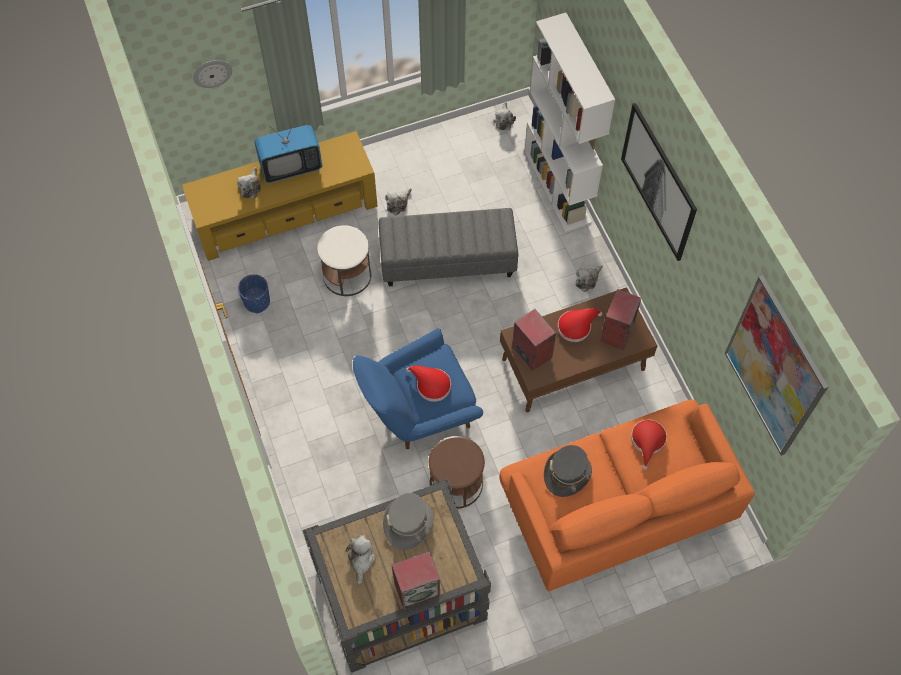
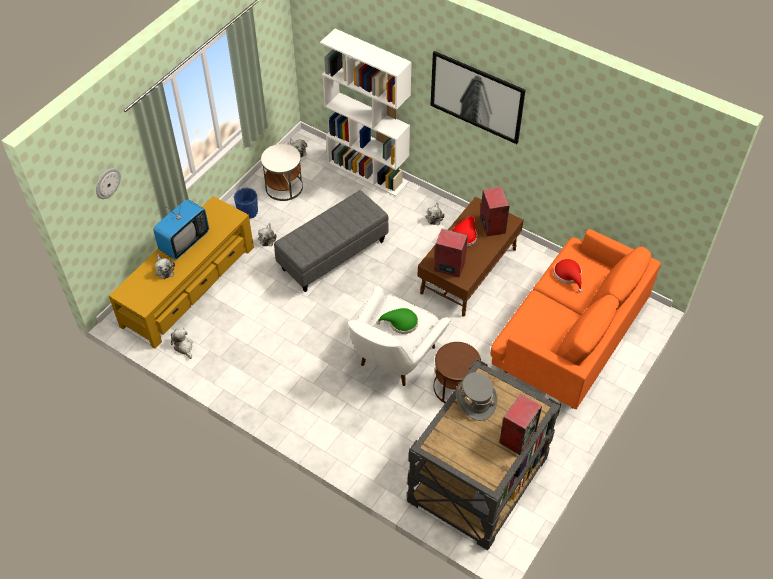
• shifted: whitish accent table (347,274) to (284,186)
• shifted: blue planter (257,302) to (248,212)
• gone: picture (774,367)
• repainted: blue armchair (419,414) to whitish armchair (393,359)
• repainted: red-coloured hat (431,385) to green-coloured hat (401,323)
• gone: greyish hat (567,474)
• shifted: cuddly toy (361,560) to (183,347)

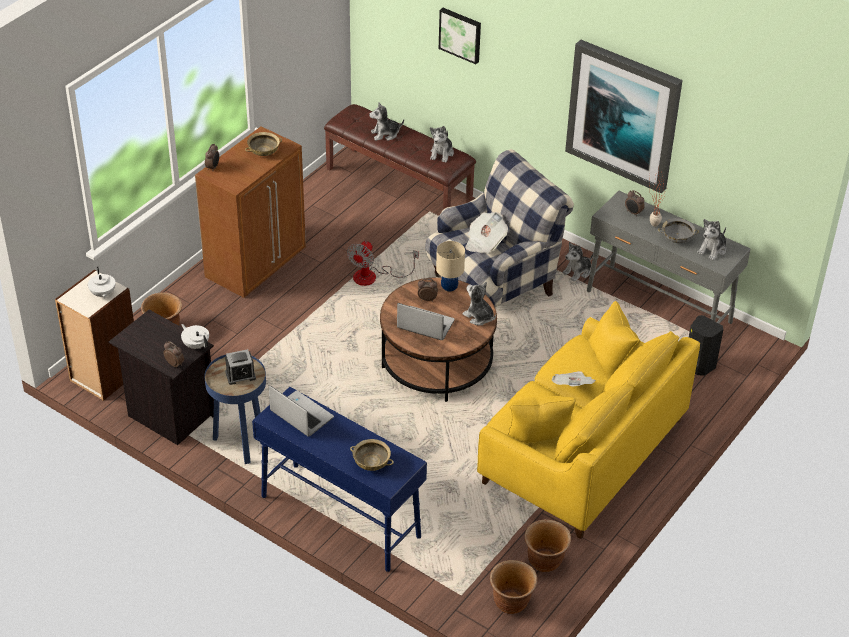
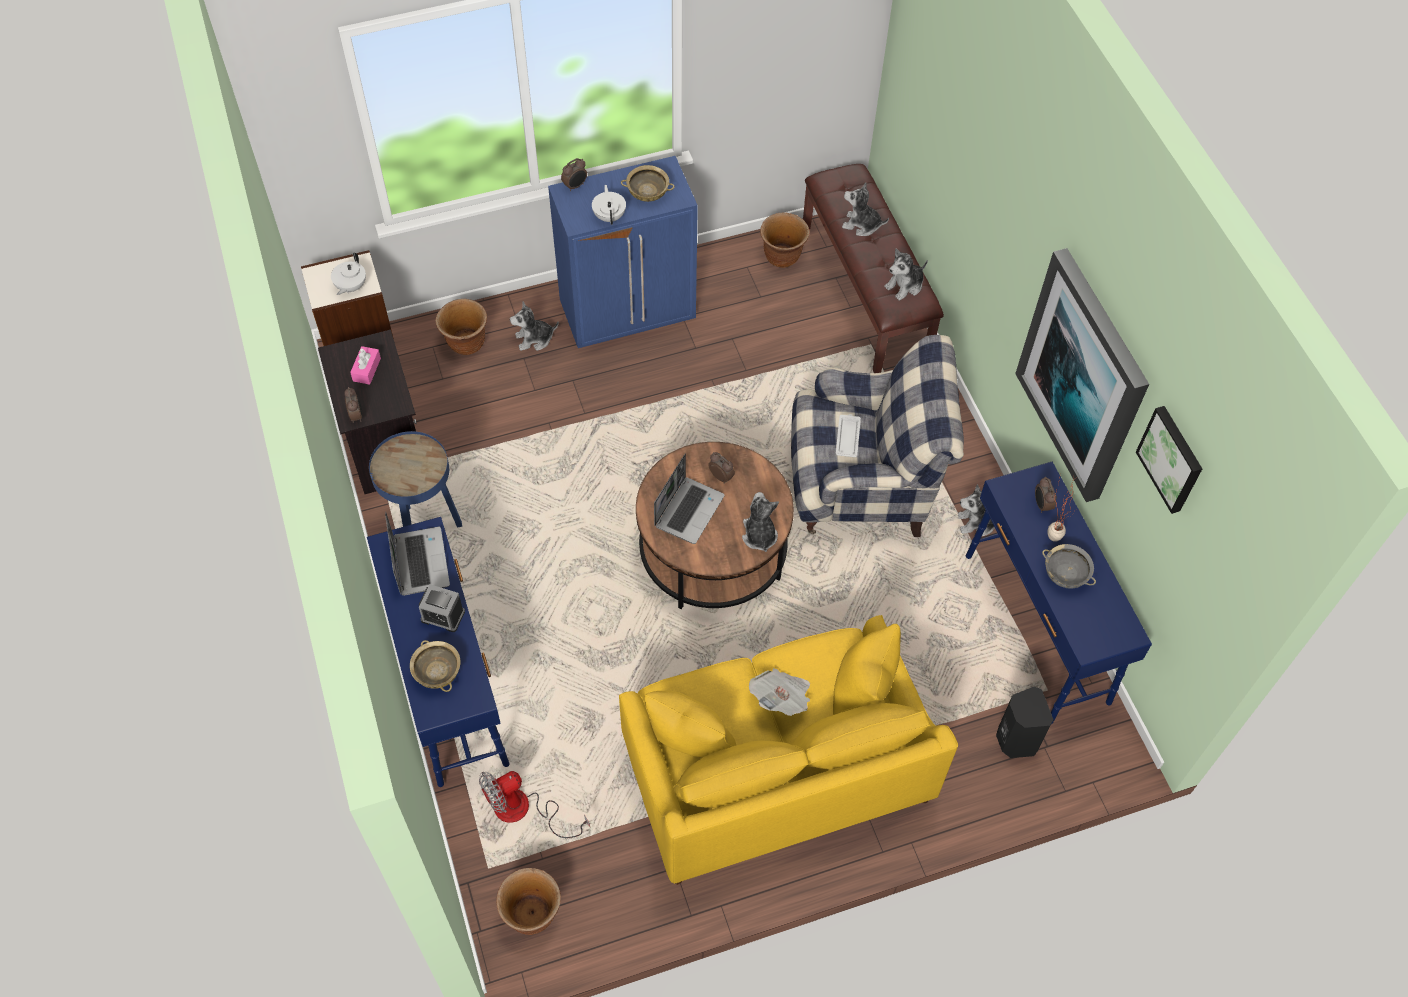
• shifted: picture (461,34) to (1172,458)
• repainted: brownish cupboard (256,261) to blue cupboard (628,308)
• repainted: greyish hall table (658,307) to blue hall table (1035,628)
• swapped: newspaper (484,242) to whitish tray (847,437)
• shifted: cuddly toy (712,249) to (534,339)
• shifted: fan (373,277) to (524,810)
• gone: sand-coloured lamp for a table (449,288)
• rotated: portable computer (424,325) = (688,510) 60 degrees clockwise
• shifted: whitish teapot (196,345) to (609,216)
• shifted: bedside clock (240,375) to (443,616)
• shifted: brownish planter (545,561) to (782,257)
• new: pinkish tissue box (367,369)

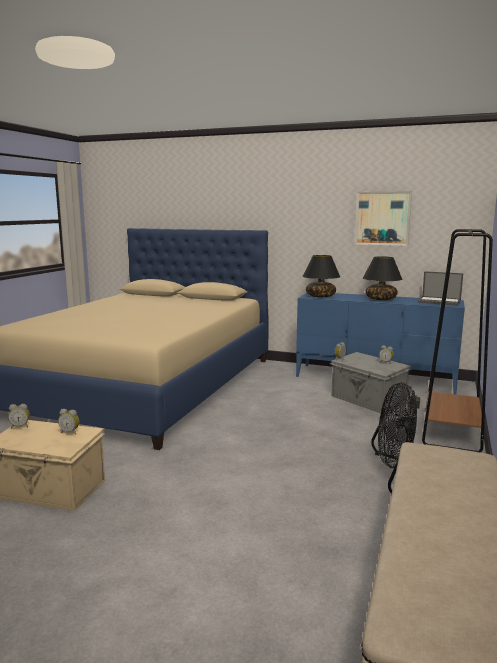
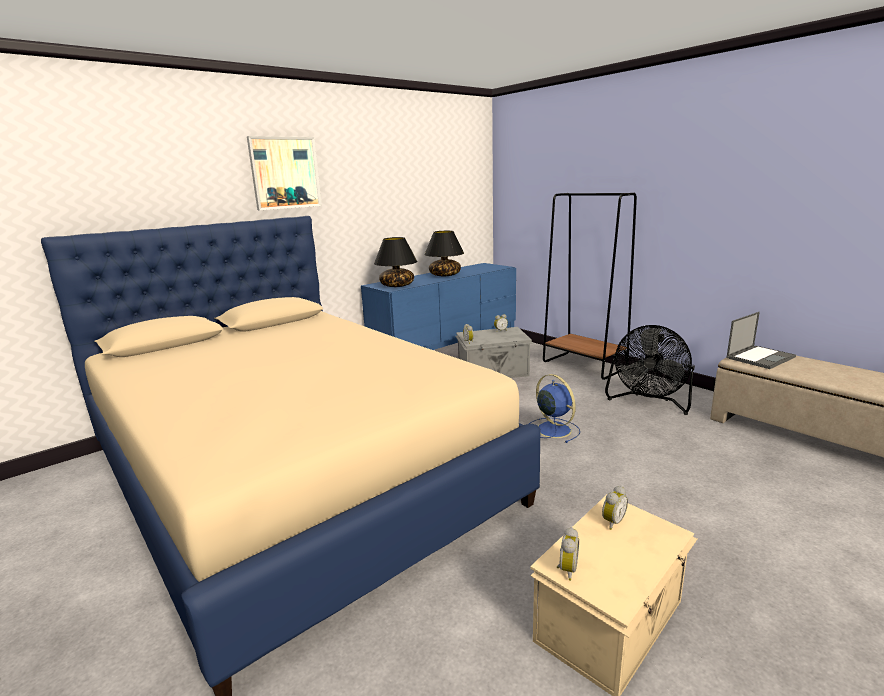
• shifted: picture (382,218) to (285,173)
• shifted: portable computer (440,301) to (760,357)
• new: blue fan (552,429)

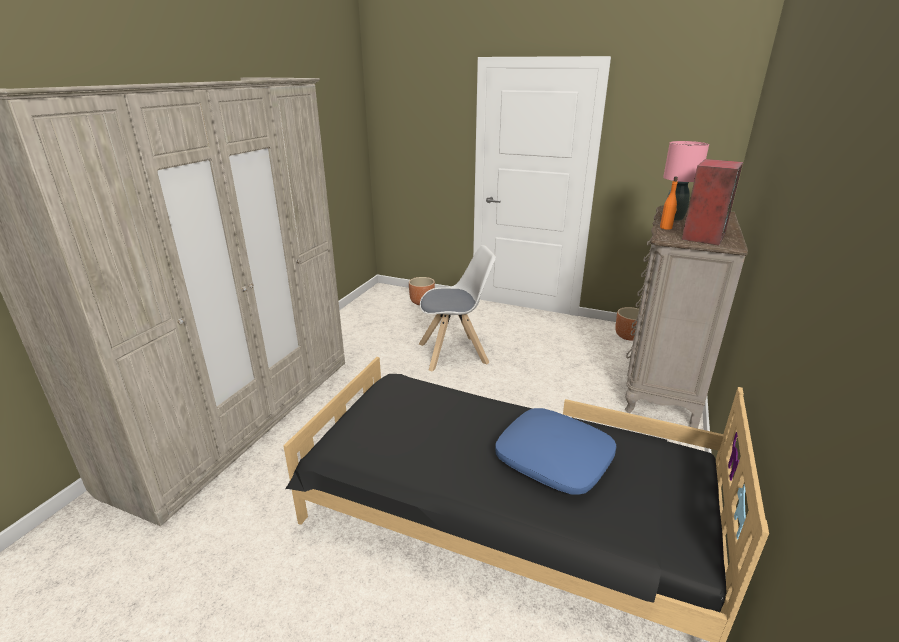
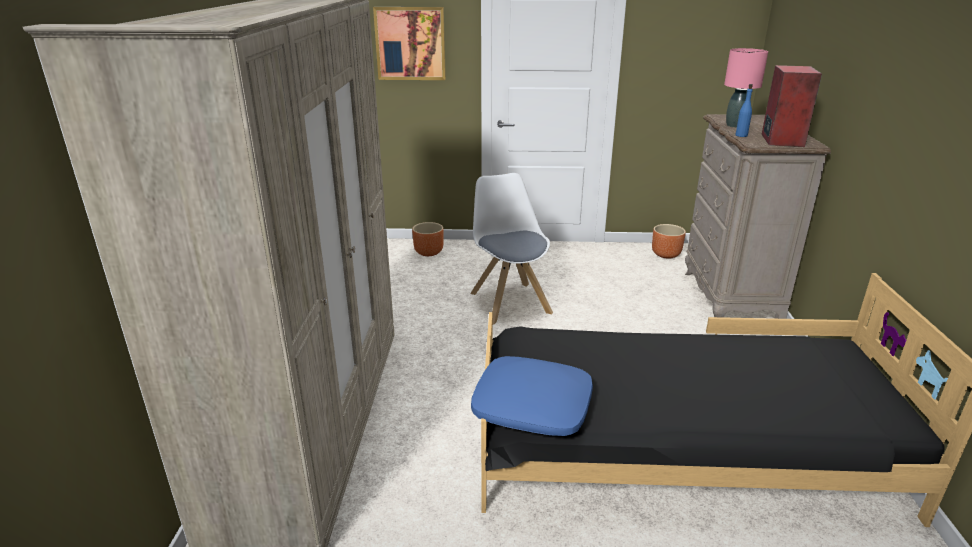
• repainted: orange-coloured drink bottle (666,228) to blue drink bottle (741,135)
• rotated: upright chair (455,353) = (509,301) 75 degrees counterclockwise
• shifted: blue throw pillow (554,459) to (532,406)
• new: picture (410,43)

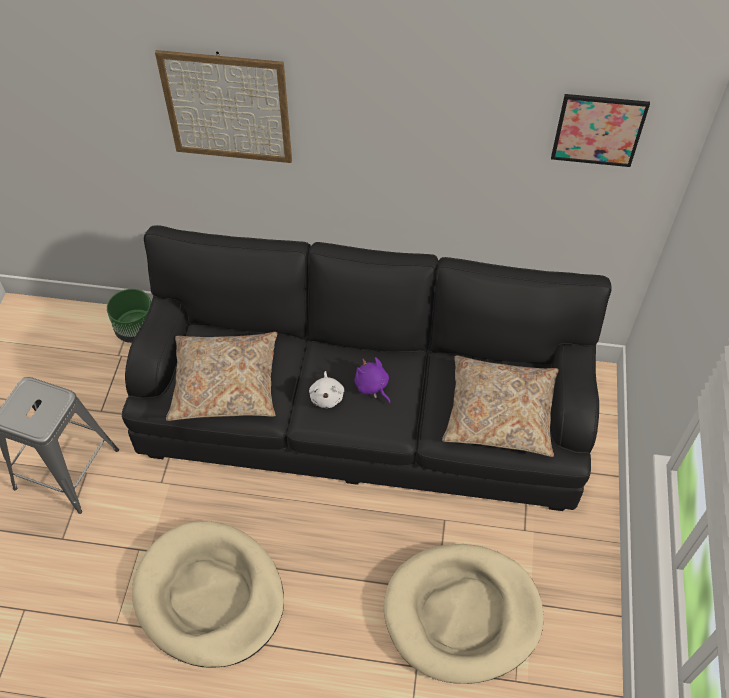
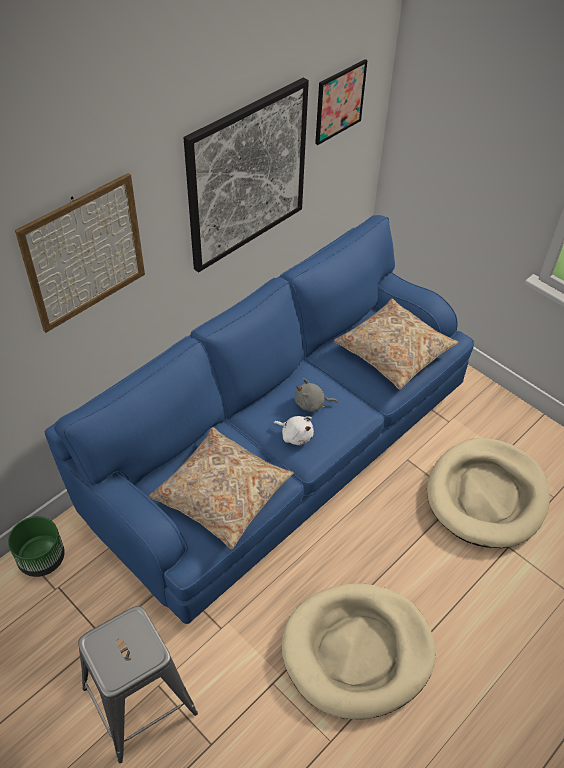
• repainted: black-coloured settee (364,413) to blue settee (279,450)
• repainted: purple cuddly toy (372,387) to greyish cuddly toy (311,404)
• new: picture (247,175)

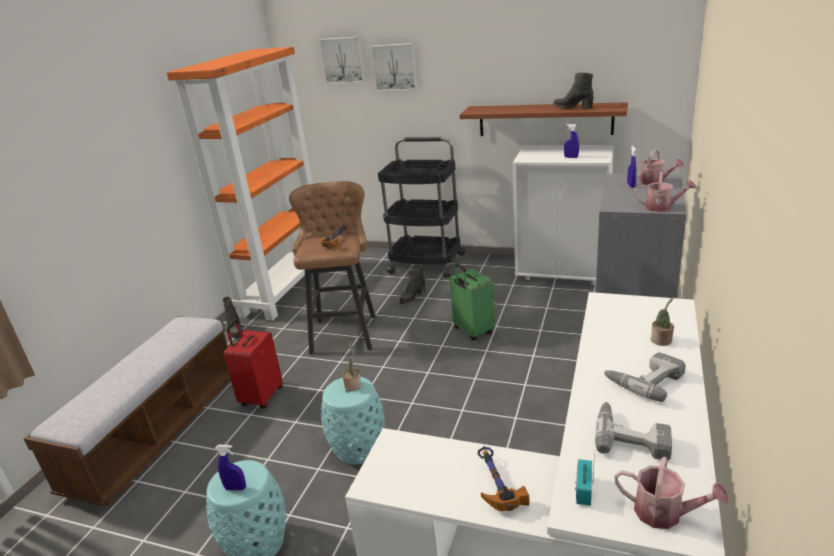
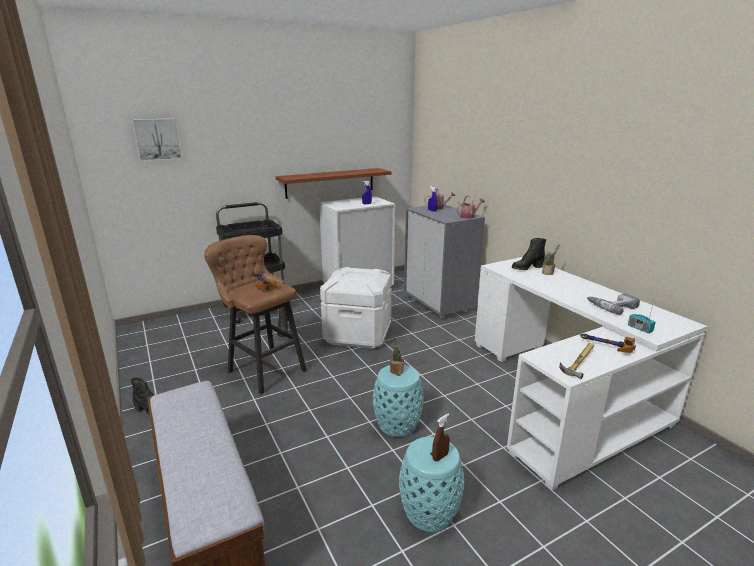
• gone: picture (395,67)
• gone: orange-coloured bookcase (285,289)
• shifted: black-coloured boot (573,107) to (526,268)
• swapped: green-coloured travel case (472,331) to whitish storage box (357,335)
• gone: red-coloured travel case (261,397)
• gone: power drill (644,380)
• repainted: blue hand sprayer (235,488) to brownish hand sprayer (440,457)
• gone: watering pot (665,513)
• new: tool hammer (576,361)

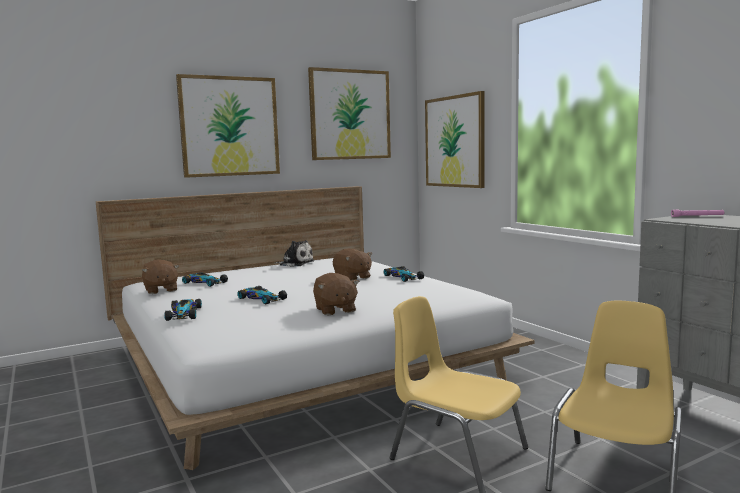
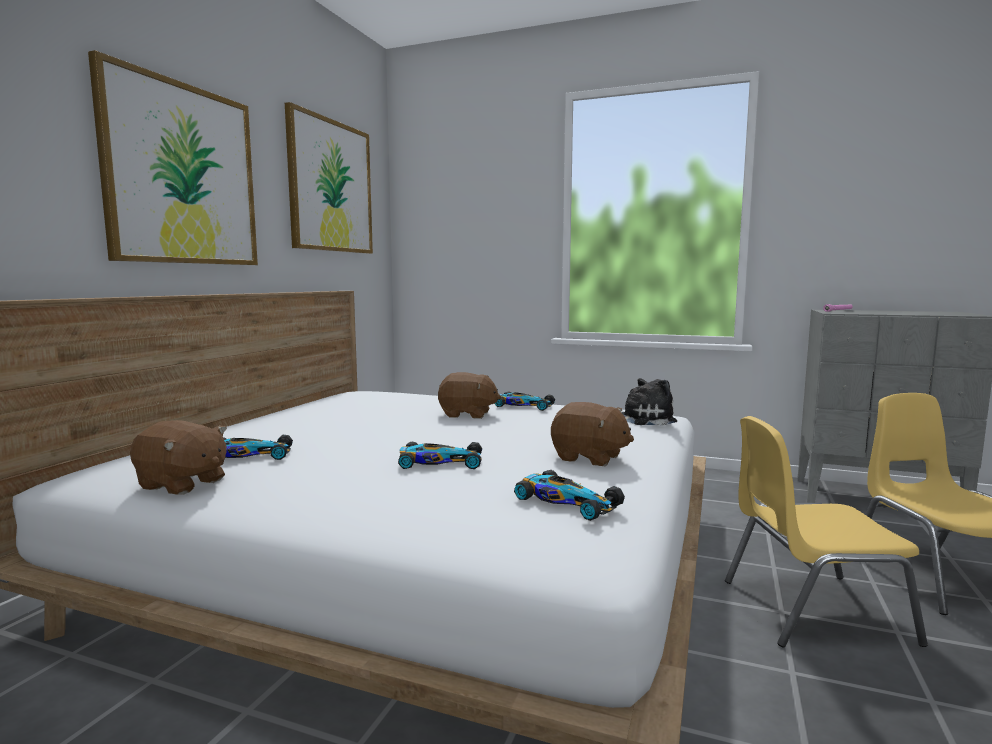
• gone: picture (454,141)
• shifted: cuddly toy (295,263) to (642,419)
• shifted: miniature car (184,313) to (566,501)

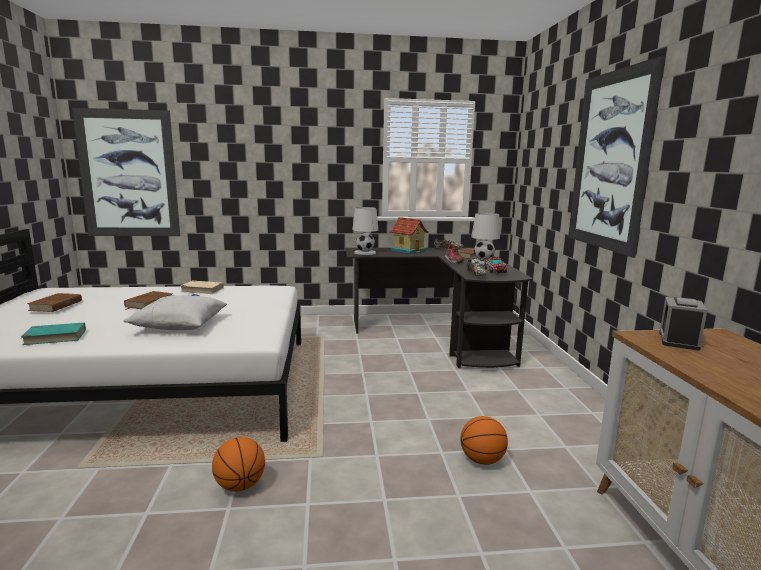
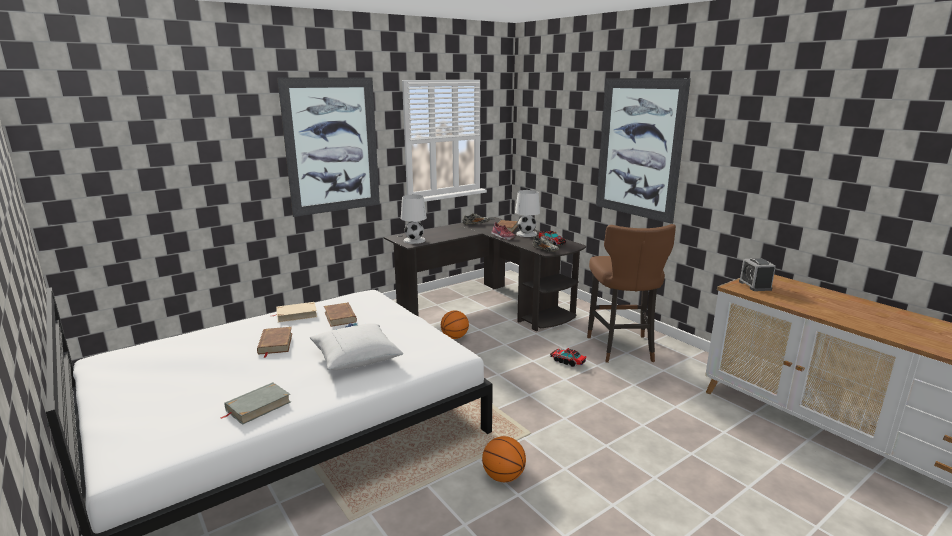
• shifted: picture (128,174) to (332,146)
• gone: toy house (408,250)
• shifted: brownish book (56,305) to (340,317)
• repainted: blue-green book (55,337) to greyish book (258,406)
• shifted: basketball (482,460) to (454,337)
• new: brownish stool seat (621,348)
• new: model truck (567,362)

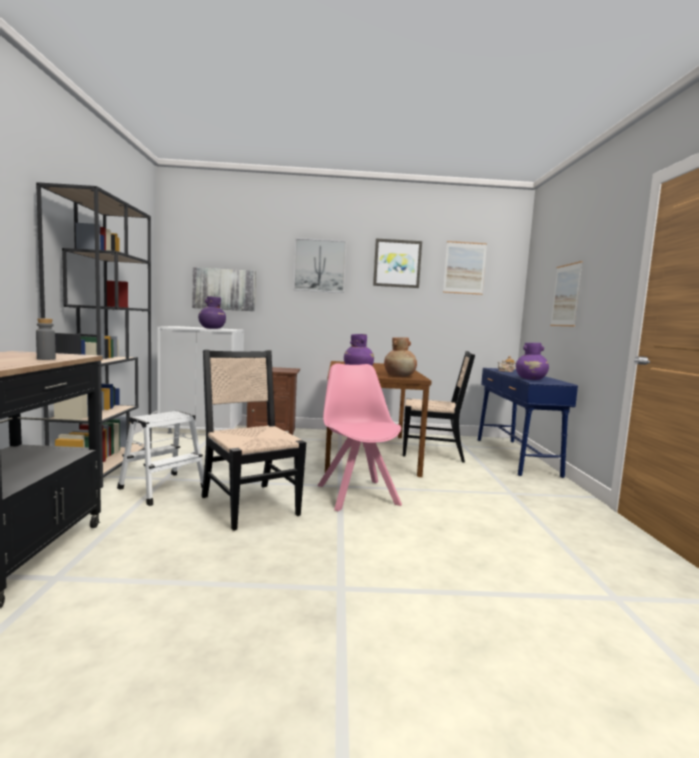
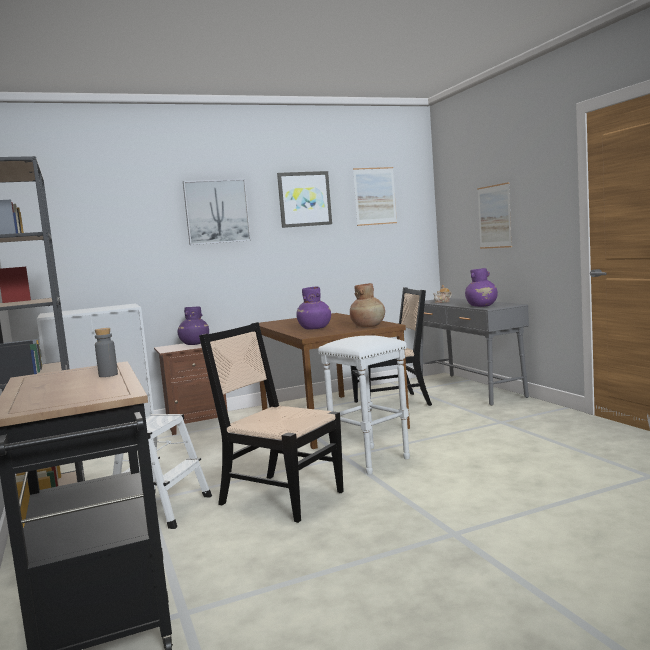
• gone: picture (224,289)
• shifted: purple decorative vase (211,328) to (194,344)
• swapped: pinkish upright chair (357,494) to whitish stool seat (370,459)
• repainted: blue hall table (514,457) to greyish hall table (469,389)

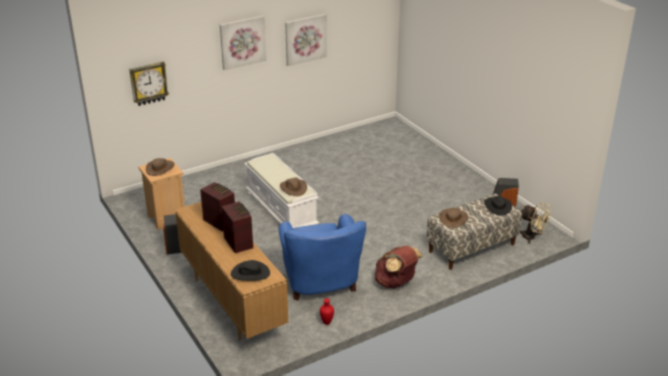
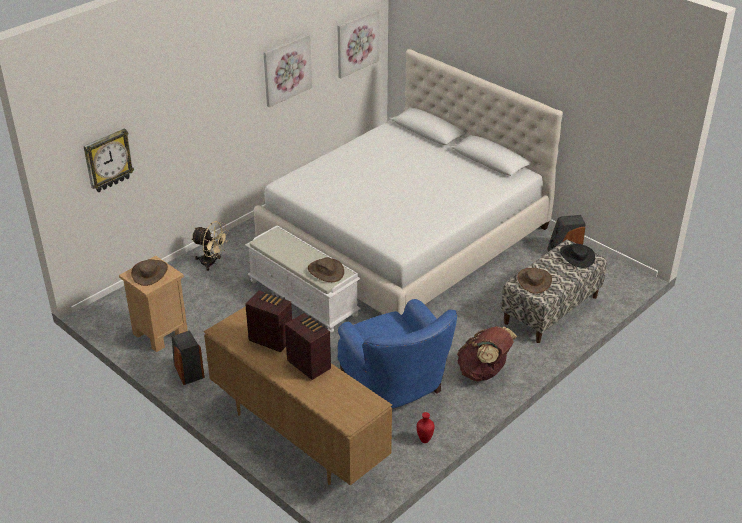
• shifted: picture (242,42) to (357,42)
• shifted: sand-coloured fan (532,237) to (212,263)
• gone: black-coloured hat (250,273)
• new: whitish bedroom bed (404,235)

